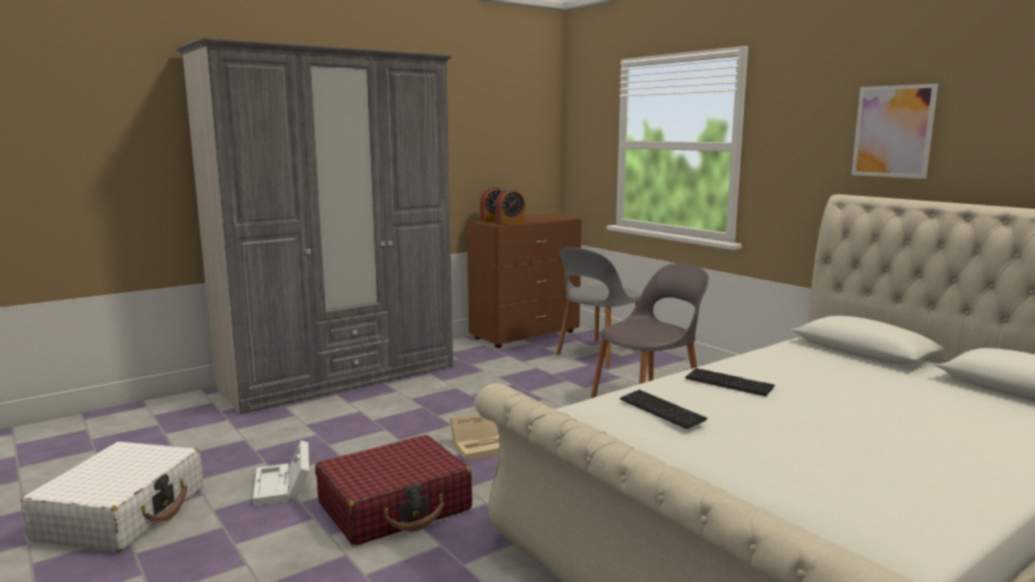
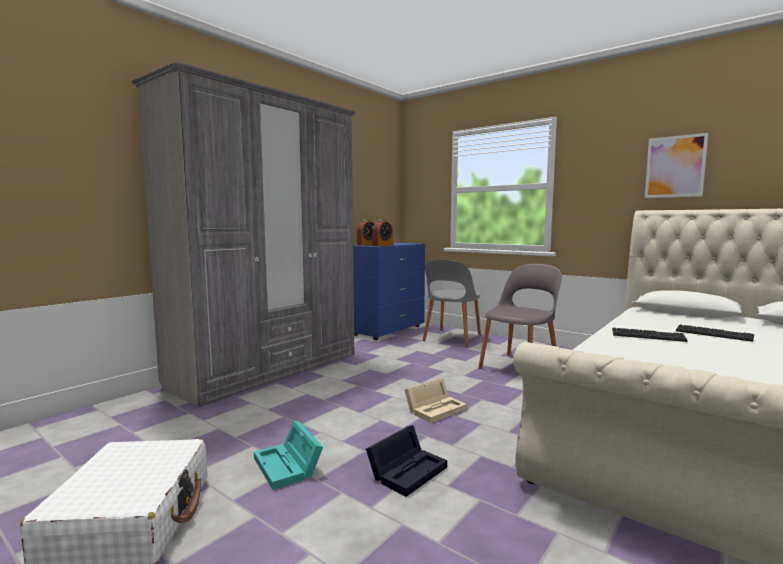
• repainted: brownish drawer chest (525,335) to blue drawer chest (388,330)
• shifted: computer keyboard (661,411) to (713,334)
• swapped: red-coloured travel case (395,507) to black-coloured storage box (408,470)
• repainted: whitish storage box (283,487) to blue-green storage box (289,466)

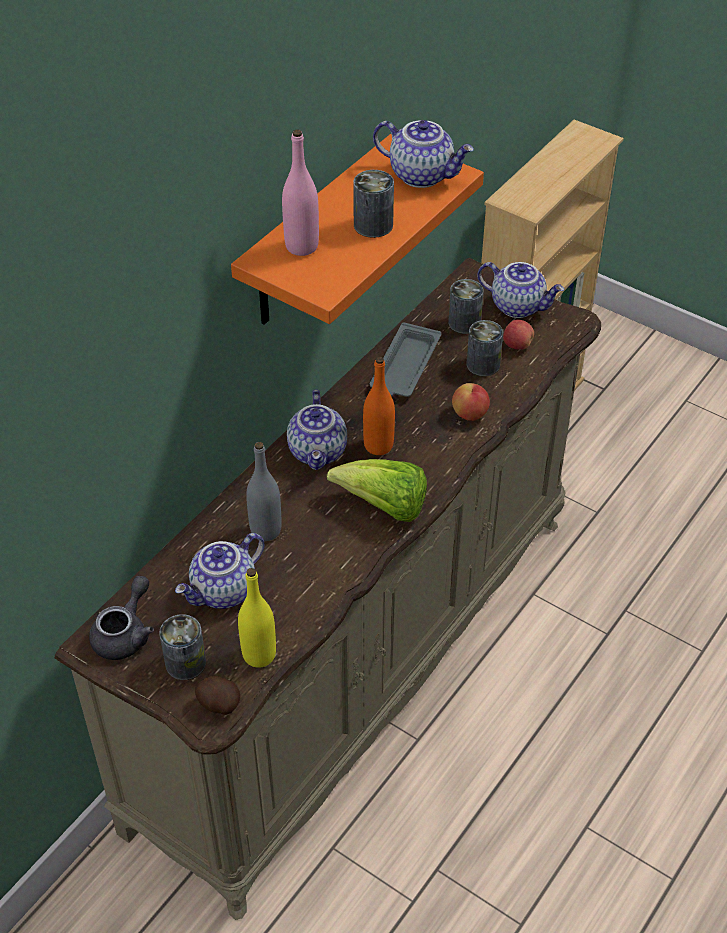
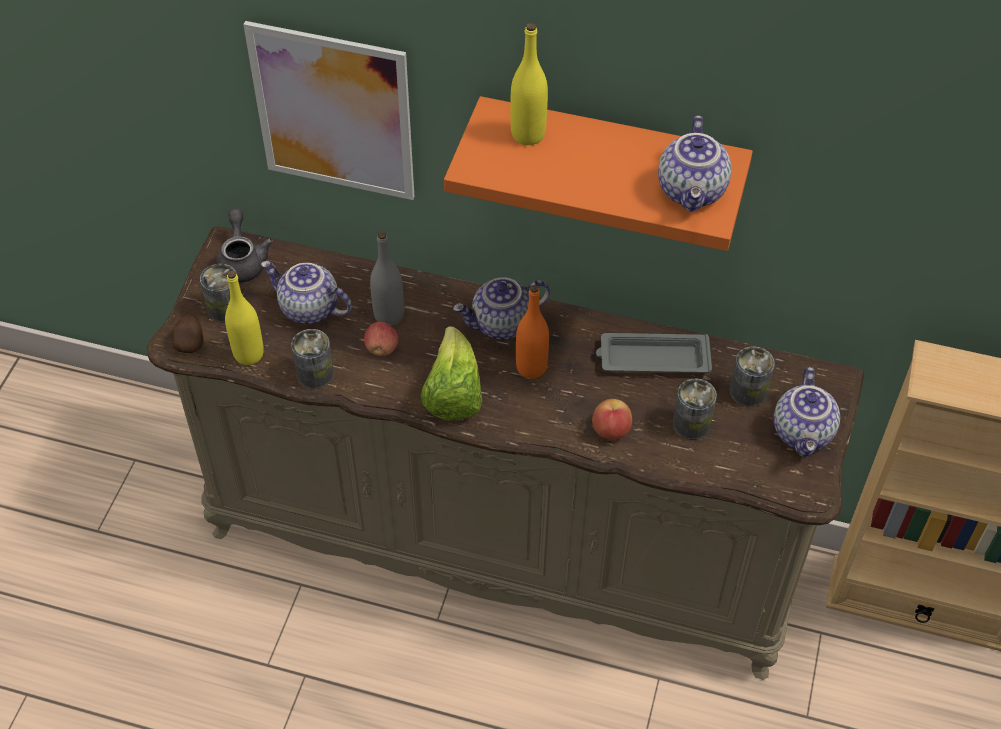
• repainted: pinkish drink bottle (301,246) to yellow drink bottle (528,134)
• shifted: metal can (373,225) to (315,374)
• shifted: whole apple (517,345) to (382,348)
• rotated: greyish teapot (125,633) = (242,261) 105 degrees counterclockwise
• new: picture (333,112)

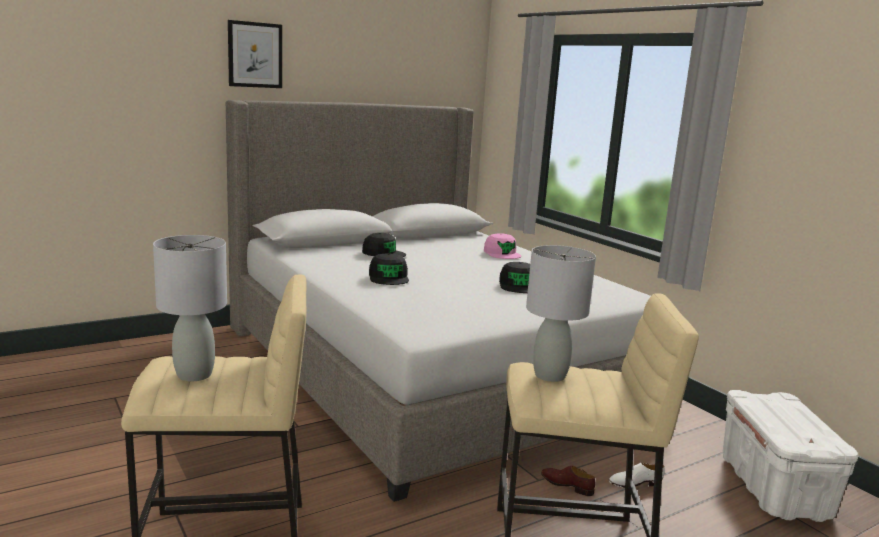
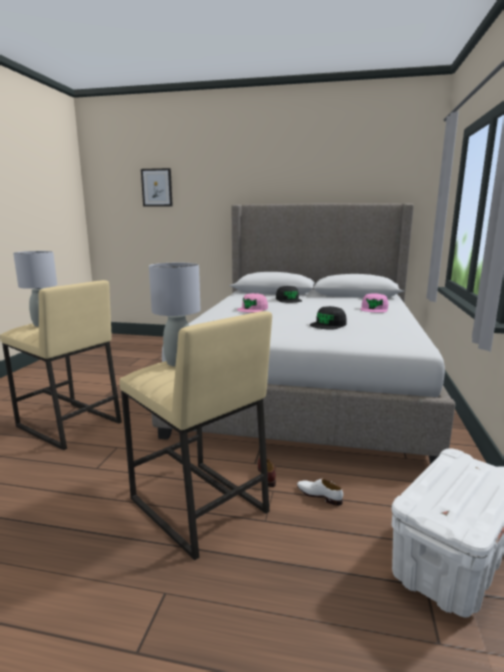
• shifted: picture (255,55) to (157,187)
• repainted: black-coloured peaked cap (389,277) to pinkish peaked cap (252,309)

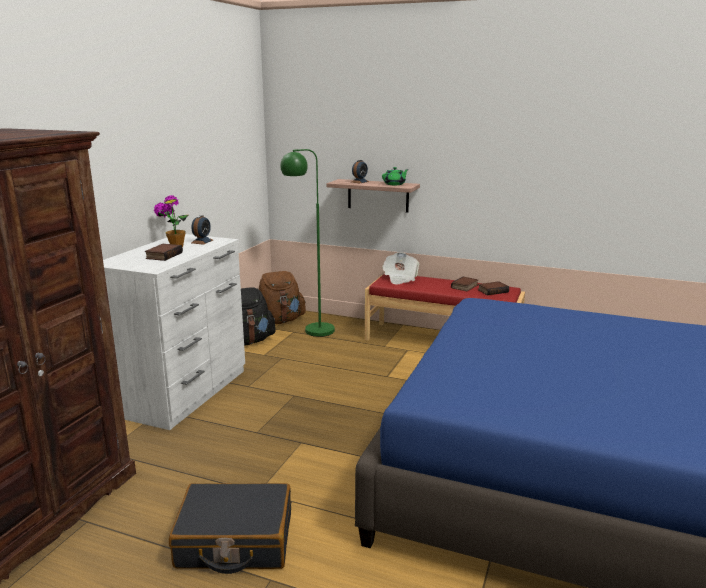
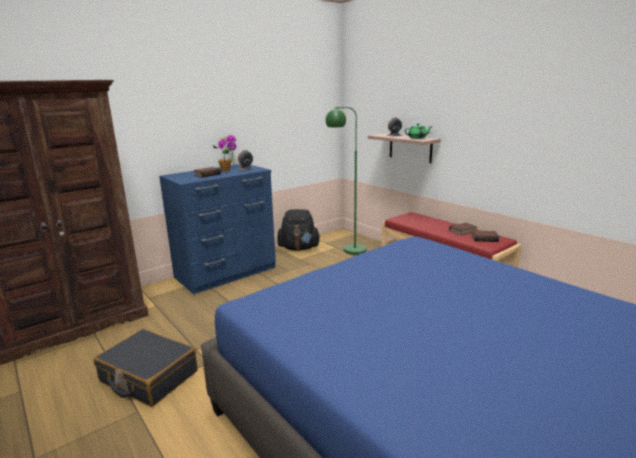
• repainted: whitish drawer chest (184,392) to blue drawer chest (227,273)
• gone: newspaper (400,278)
• gone: brownish rucksack (279,321)

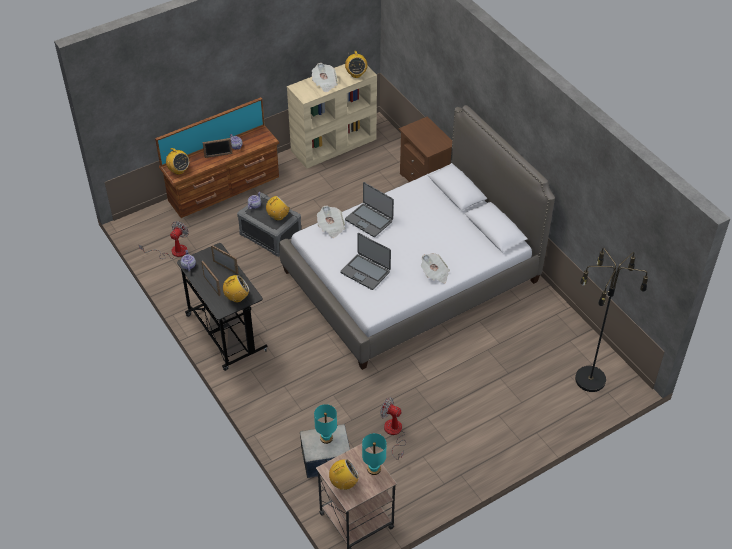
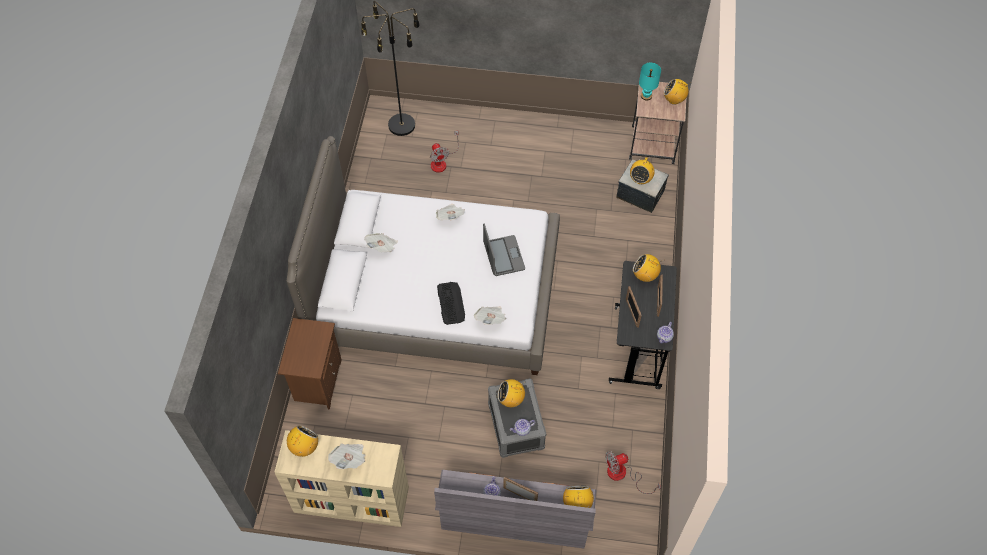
• repainted: brownish drawer chest (225,190) to greyish drawer chest (514,520)
• swapped: portable computer (369,220) to computer keyboard (451,303)
• shifted: fan (394,433) to (441,162)
• swapped: blue-green lamp for a table (326,438) to radio set (640,179)
• new: newspaper (382,247)

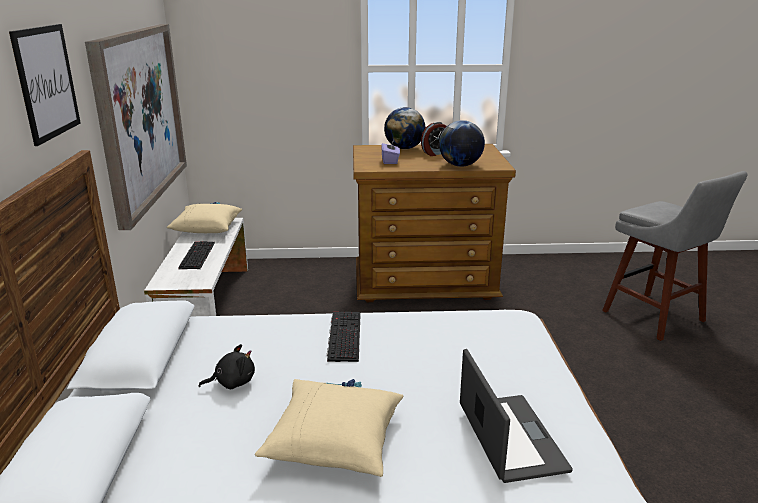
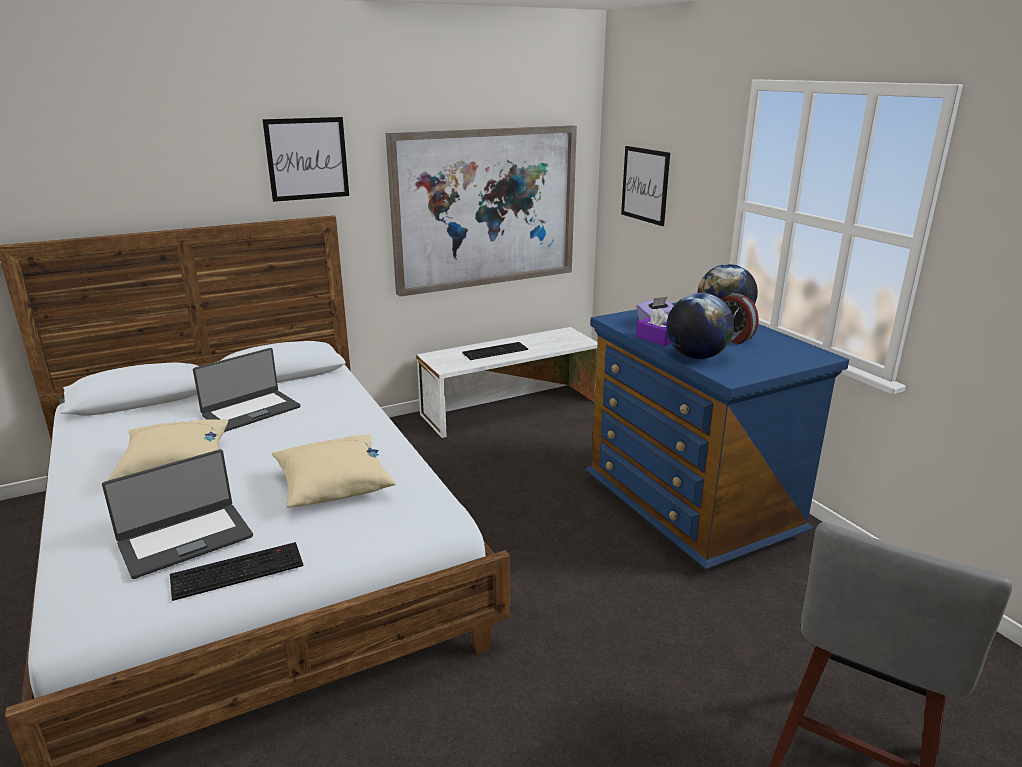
• repainted: brownish drawer chest (425,283) to blue drawer chest (691,507)
• shifted: sand-coloured throw pillow (207,229) to (333,486)
• shifted: computer keyboard (343,335) to (238,570)
• swapped: black-coloured cuddly toy (232,382) to portable computer (251,411)
• new: picture (645,185)
• new: purple tissue box (656,339)

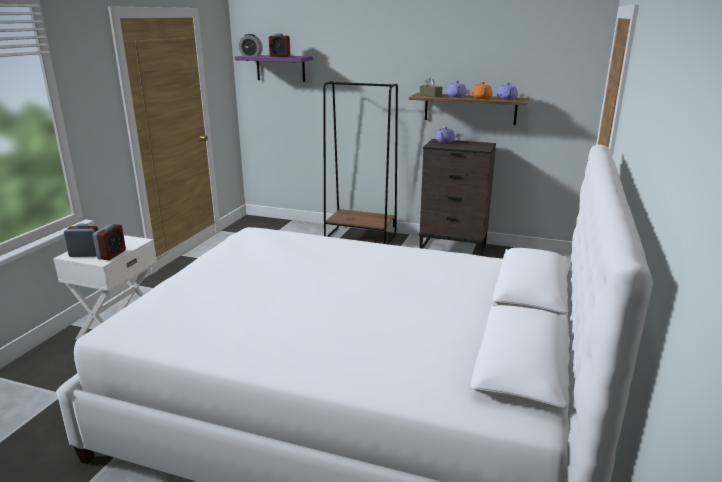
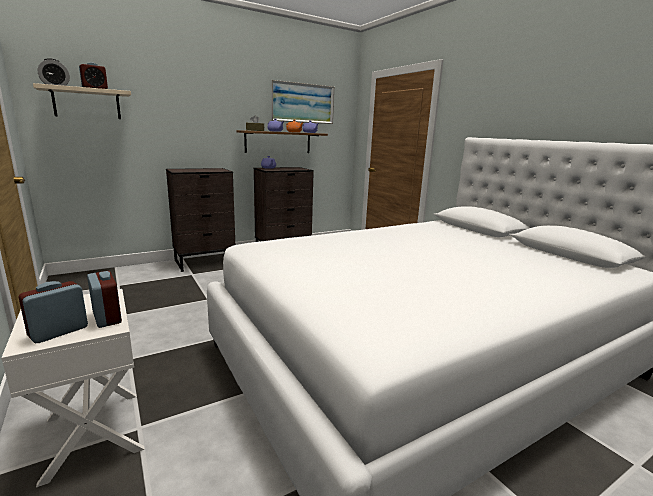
• repainted: purple bracket shelf (280,68) to sand-coloured bracket shelf (87,103)
• swapped: garment stand (360,237) to brownish drawer chest (205,262)
• new: picture (302,103)

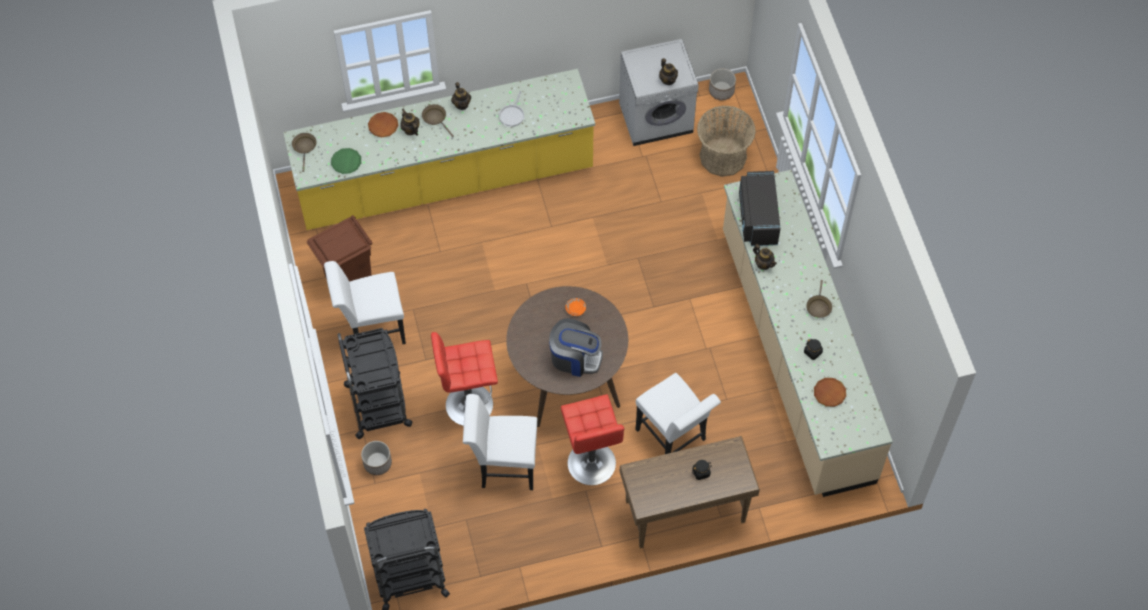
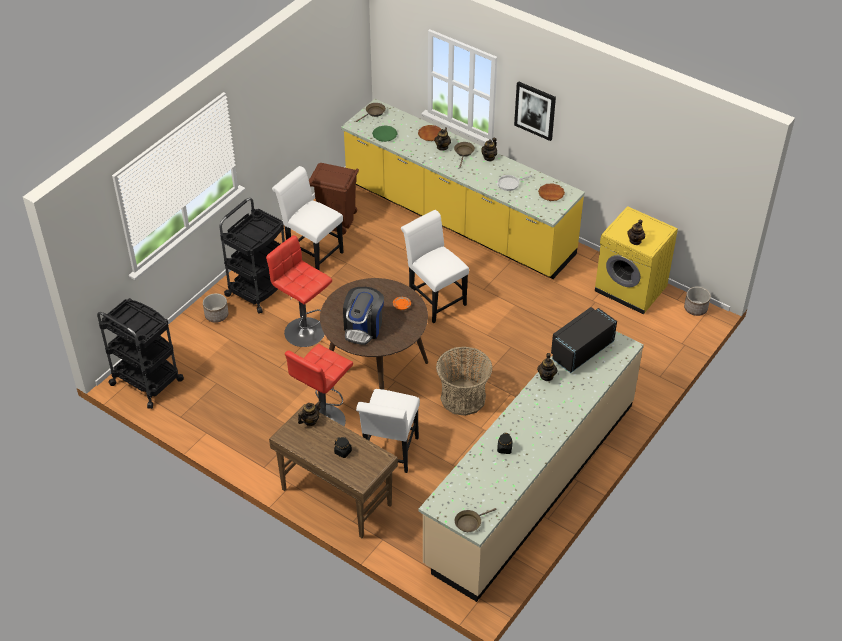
• repainted: whitish laundry machine (656,119) to yellow laundry machine (630,290)
• shifted: storage basket (723,156) to (463,398)
• shifted: brownish pan (818,306) to (470,522)
• rotated: coffee brewer (575,357) = (363,328) 45 degrees clockwise
• shifted: brownish dinner plate (829,393) to (551,194)
• shifted: whitish upright chair (503,465) to (434,299)
• new: picture (535,110)
• new: teapot (310,421)

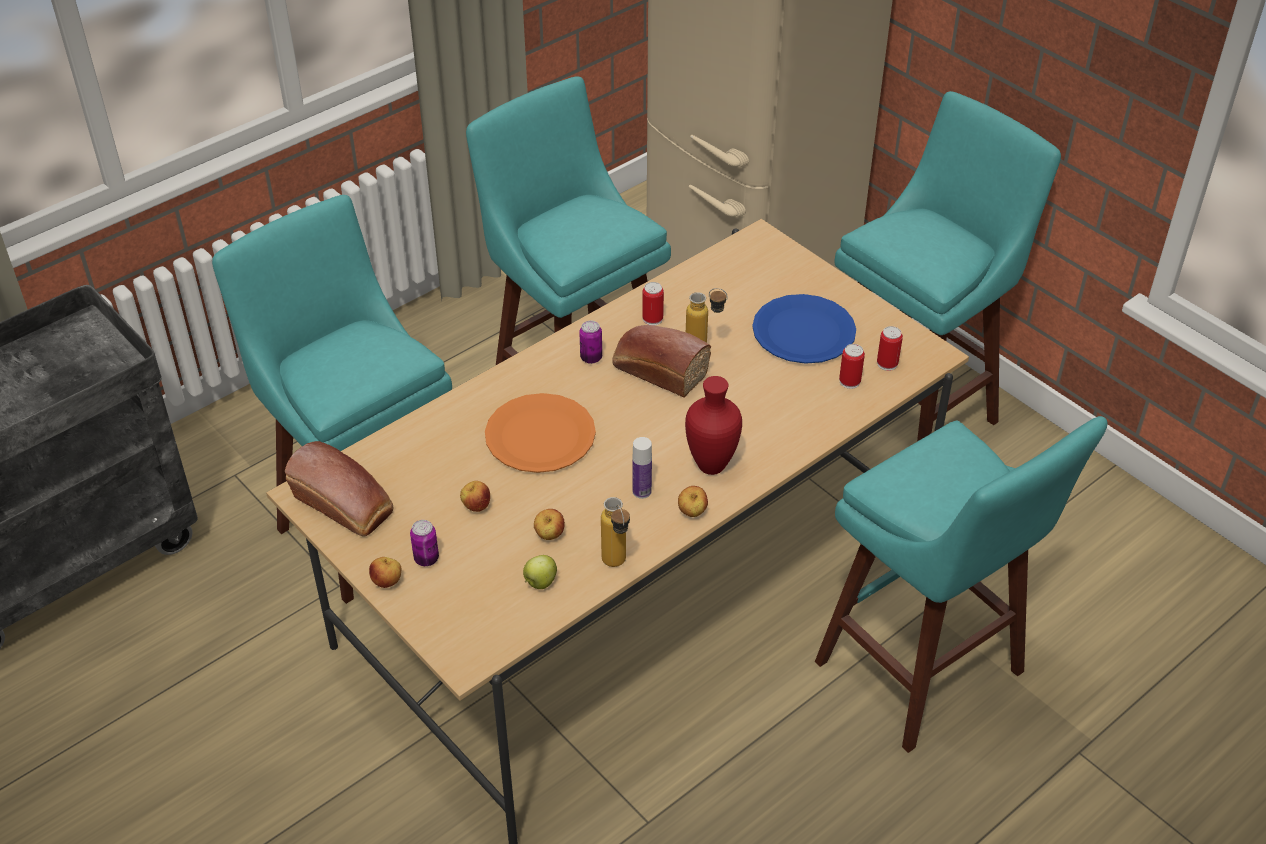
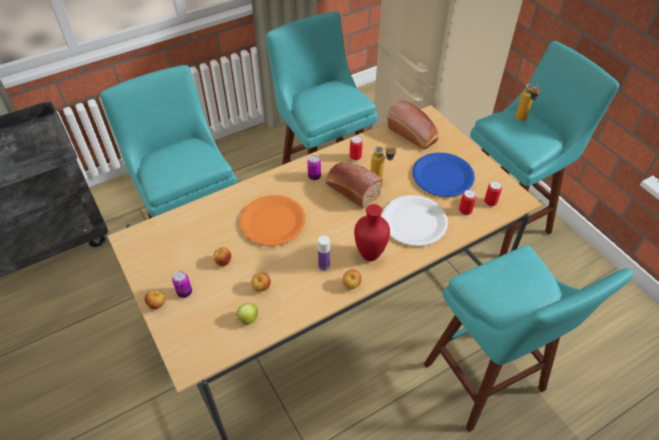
• shifted: bakery bread (346,506) to (413,135)
• shifted: drink bottle (617,566) to (522,121)
• new: whitish dinner plate (414,221)

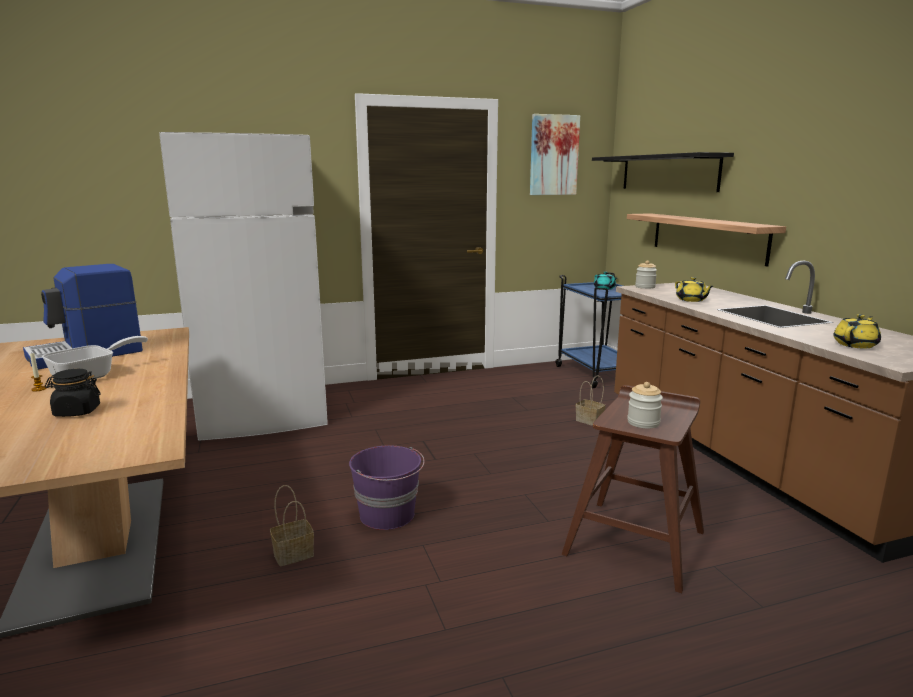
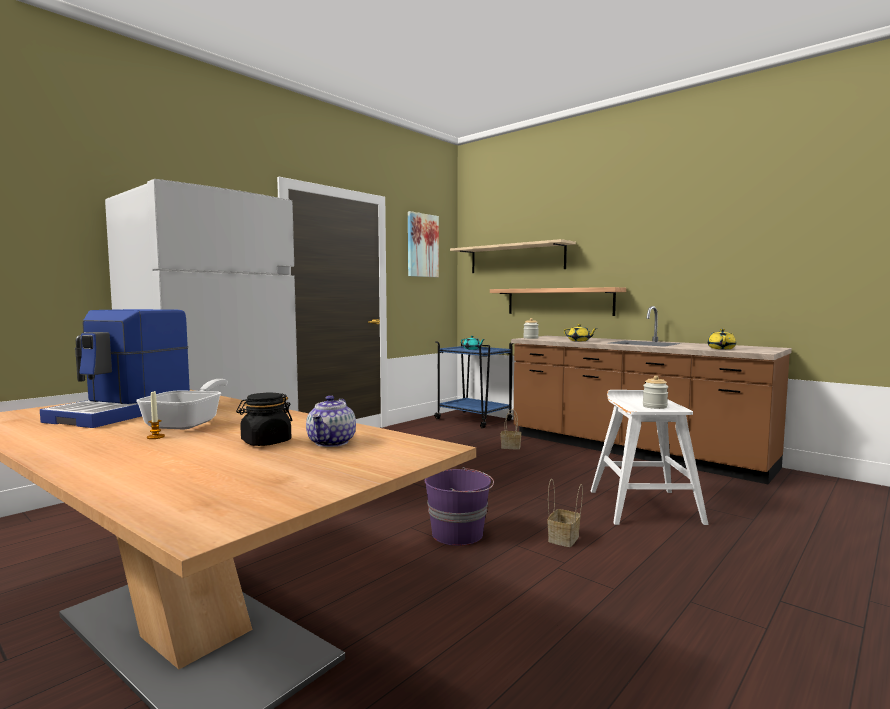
• repainted: black-coloured bracket shelf (668,173) to sand-coloured bracket shelf (516,258)
• repainted: brownish stool seat (635,542) to whitish stool seat (644,506)
• shifted: storage basket (292,555) to (564,539)
• new: teapot (332,443)

